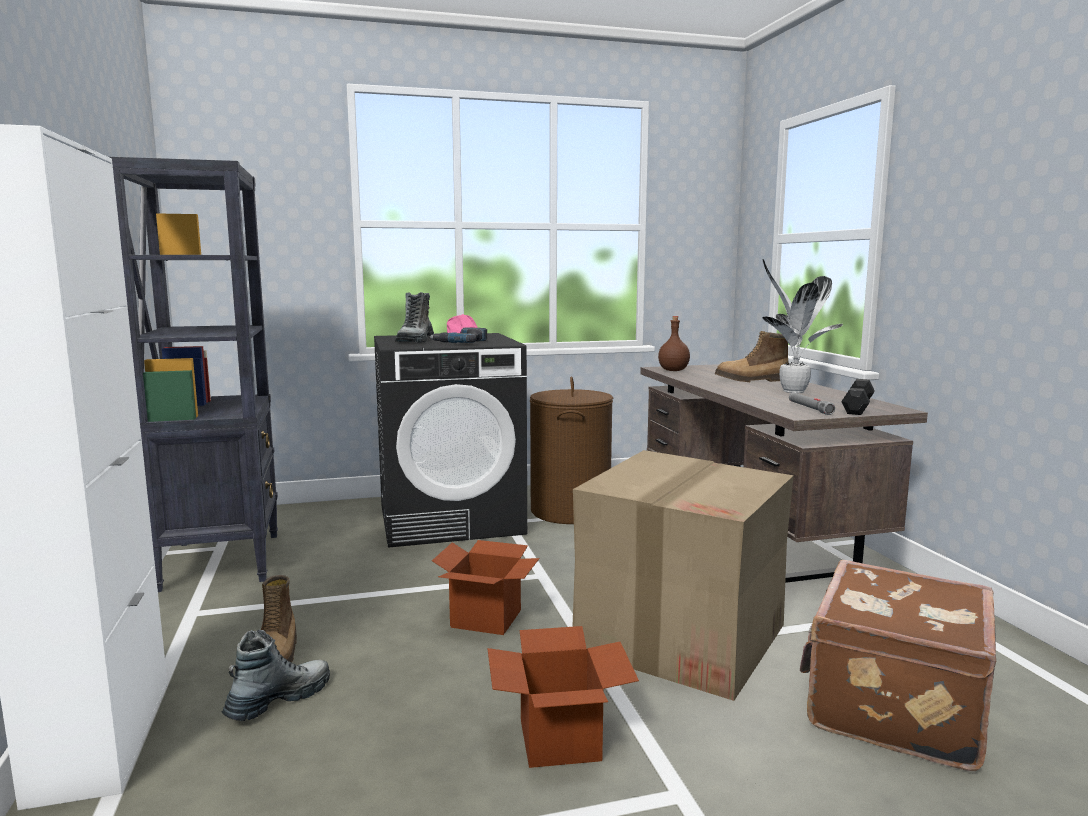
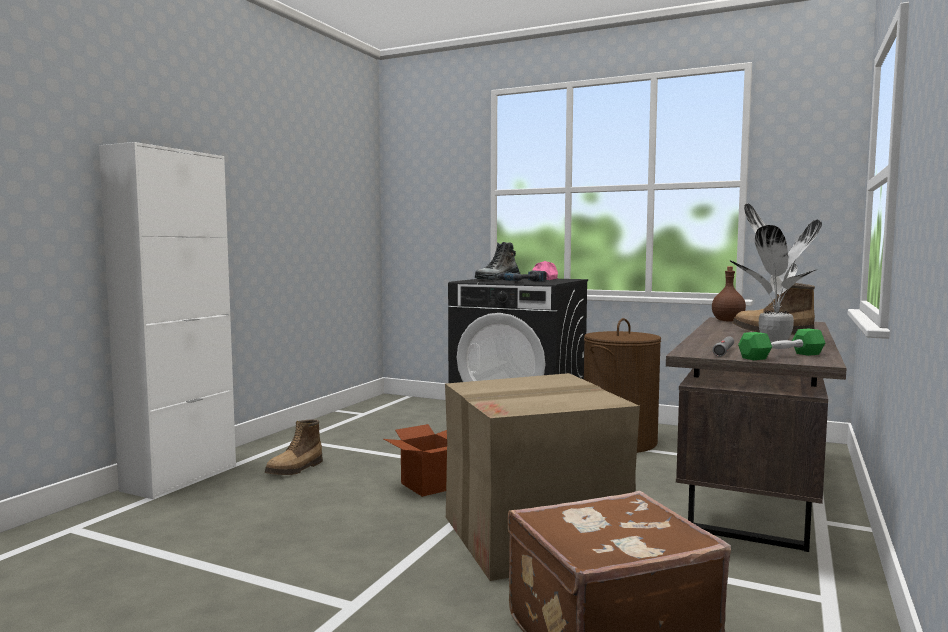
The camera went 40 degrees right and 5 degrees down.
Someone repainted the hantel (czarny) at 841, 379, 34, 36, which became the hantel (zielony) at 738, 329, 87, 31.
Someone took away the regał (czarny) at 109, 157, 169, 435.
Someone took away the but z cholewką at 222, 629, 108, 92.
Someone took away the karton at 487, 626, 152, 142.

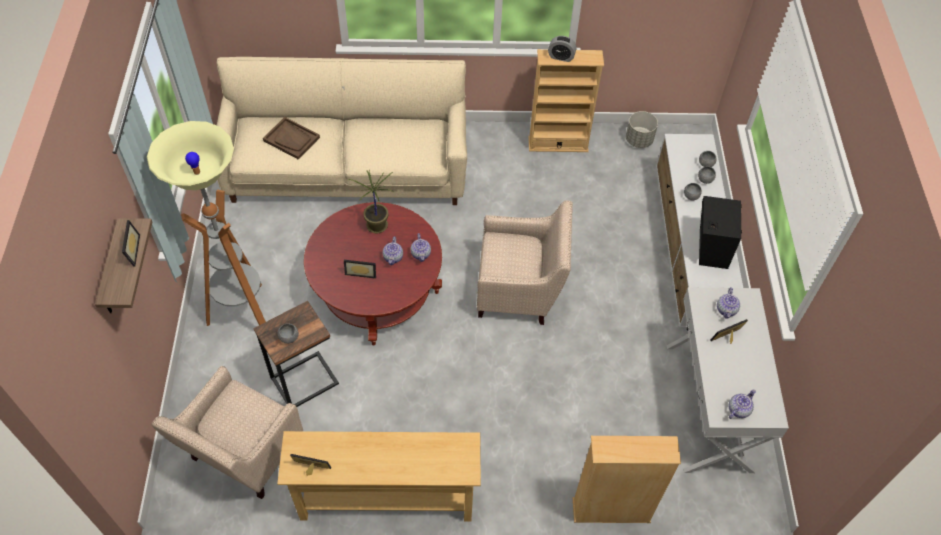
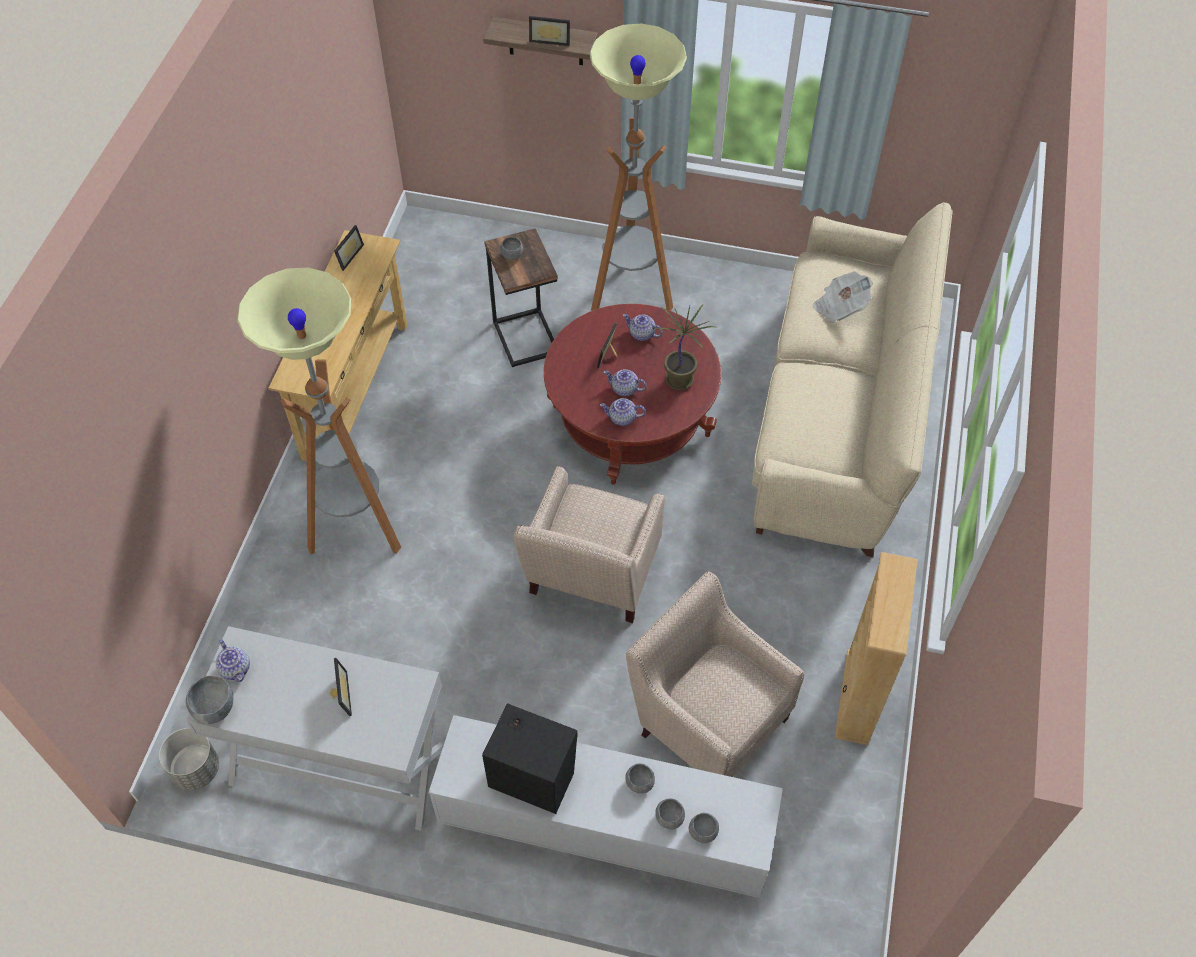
The camera went 105 degrees right and 0 degrees up.
Someone carried the donica (szary) from 626, 111, 32, 37 to 159, 728, 60, 62.
Someone put down the miska (szary) at 186, 676, 47, 48.
Someone put down the lampa stojąca at 237, 267, 164, 287.
Someone carried the imbryk from 717, 287, 23, 32 to 623, 314, 40, 27.
Someone carried the fotel (beżowy) from 152, 366, 151, 133 to 626, 571, 178, 206.
Someone swapped the taca (brązowy) at 263, 117, 57, 43 for the gazeta at 813, 272, 60, 51.
Someone took away the budzik at 548, 36, 29, 26.
Someone took away the regał (beżowy) at 573, 436, 108, 87.

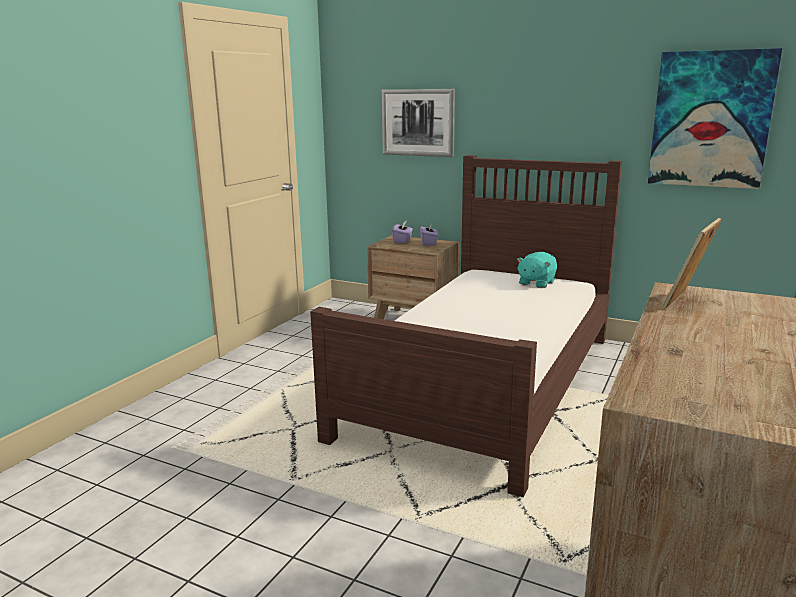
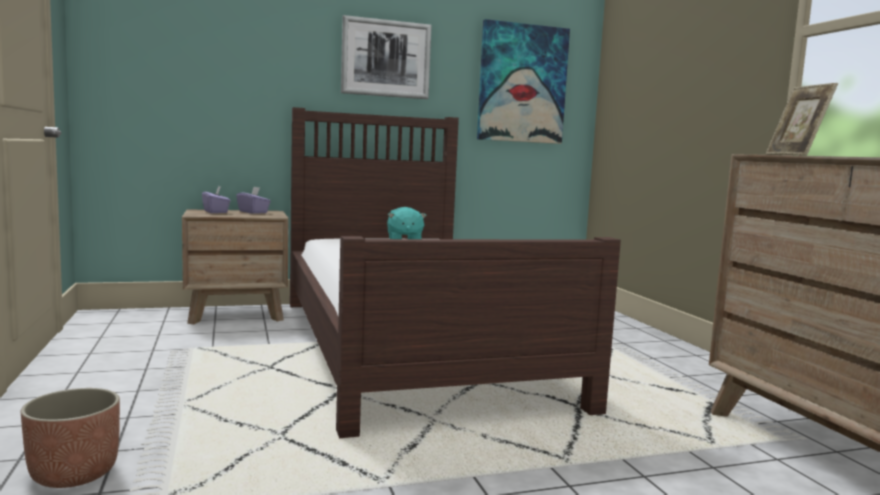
The camera went 45 degrees left and 10 degrees down.
Someone put down the donica at 20, 388, 100, 100.
Someone carried the obraz from 382, 89, 73, 68 to 341, 15, 91, 84.

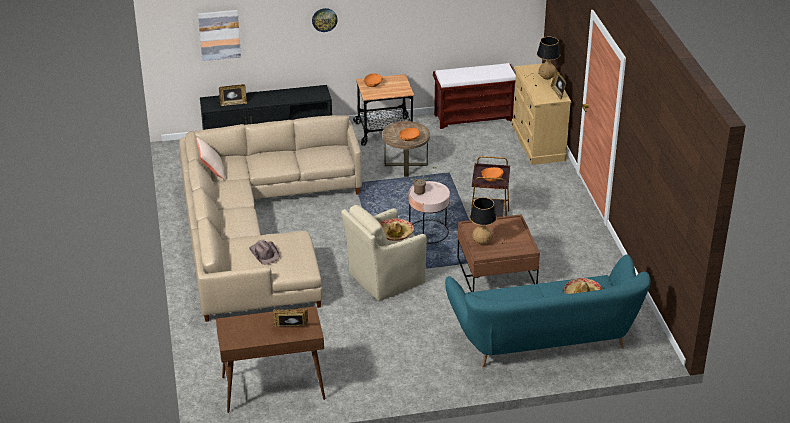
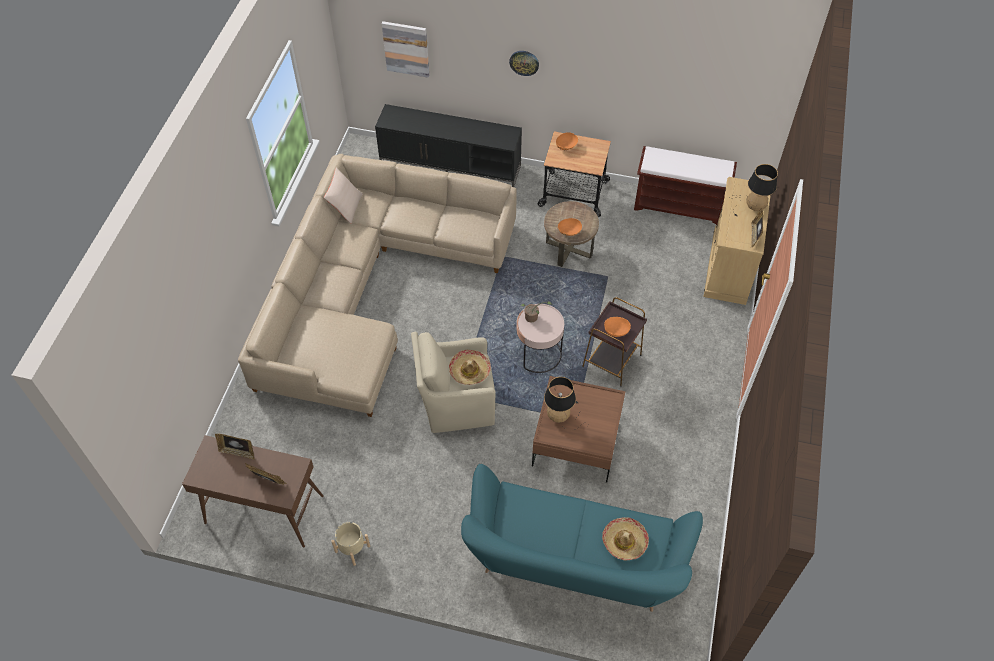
The camera went 25 degrees right and 20 degrees up.
Someone carried the ramka na zdjęcie from 219, 84, 28, 22 to 215, 433, 39, 27.
Someone put down the donica (beżowy) at 331, 522, 39, 44.
Someone took away the kapelusz (brązowy) at 249, 239, 31, 26.

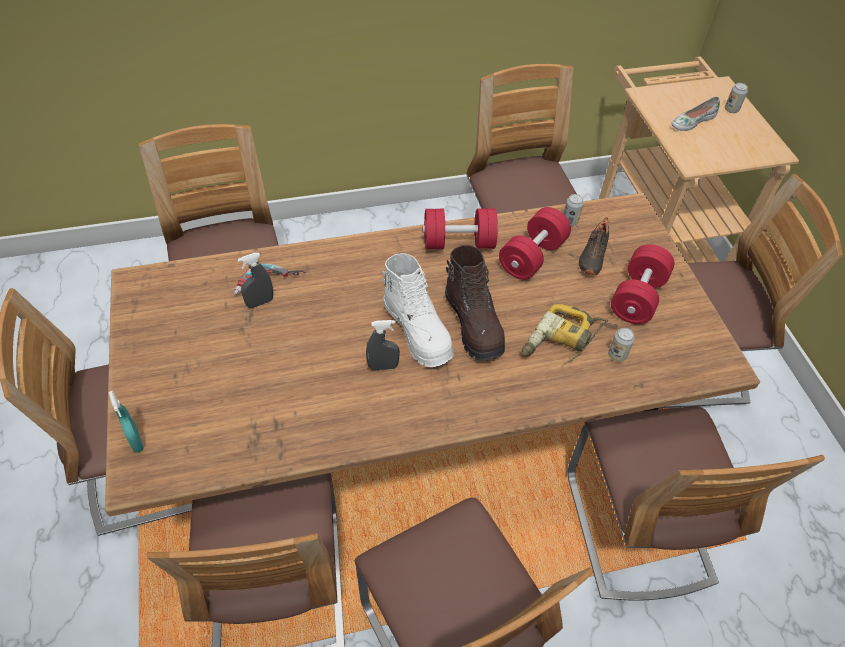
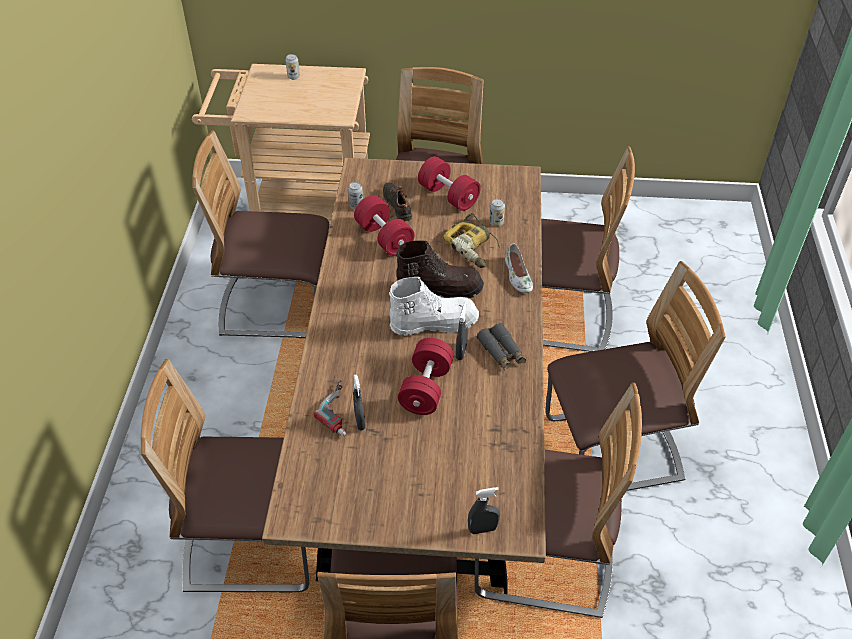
The camera went 70 degrees left and 5 degrees down.
Someone rotated the but (czarny) at 579, 217, 30, 58 by 150 degrees counterclockwise.
Someone carried the hantel (czerwony) from 422, 208, 76, 41 to 398, 338, 56, 77.
Someone repainted the spryskiwacz (turkusowy) at 108, 391, 36, 62, which became the spryskiwacz (szary) at 468, 487, 32, 47.
Someone put down the lornetka (szary) at 477, 323, 49, 48.
Someone carried the but (biały) from 671, 96, 49, 35 to 505, 244, 28, 49.

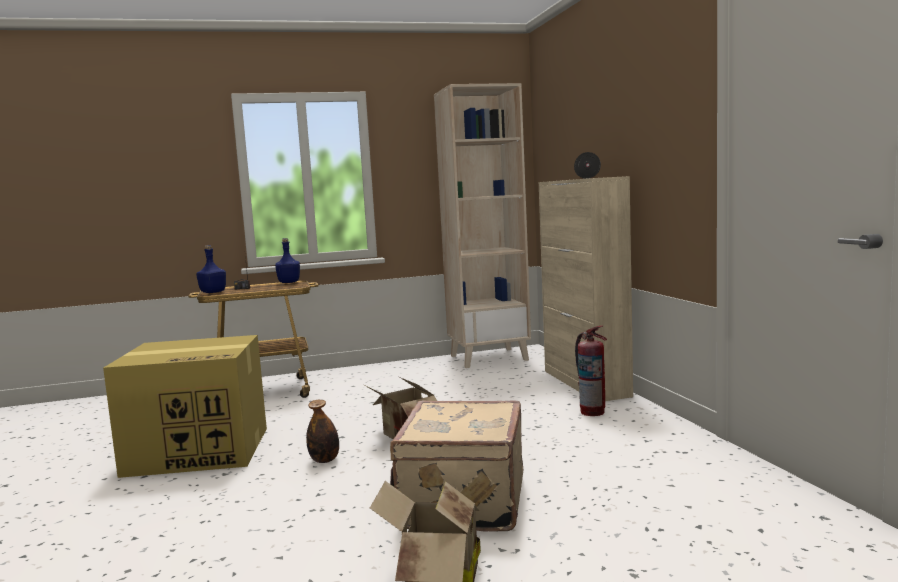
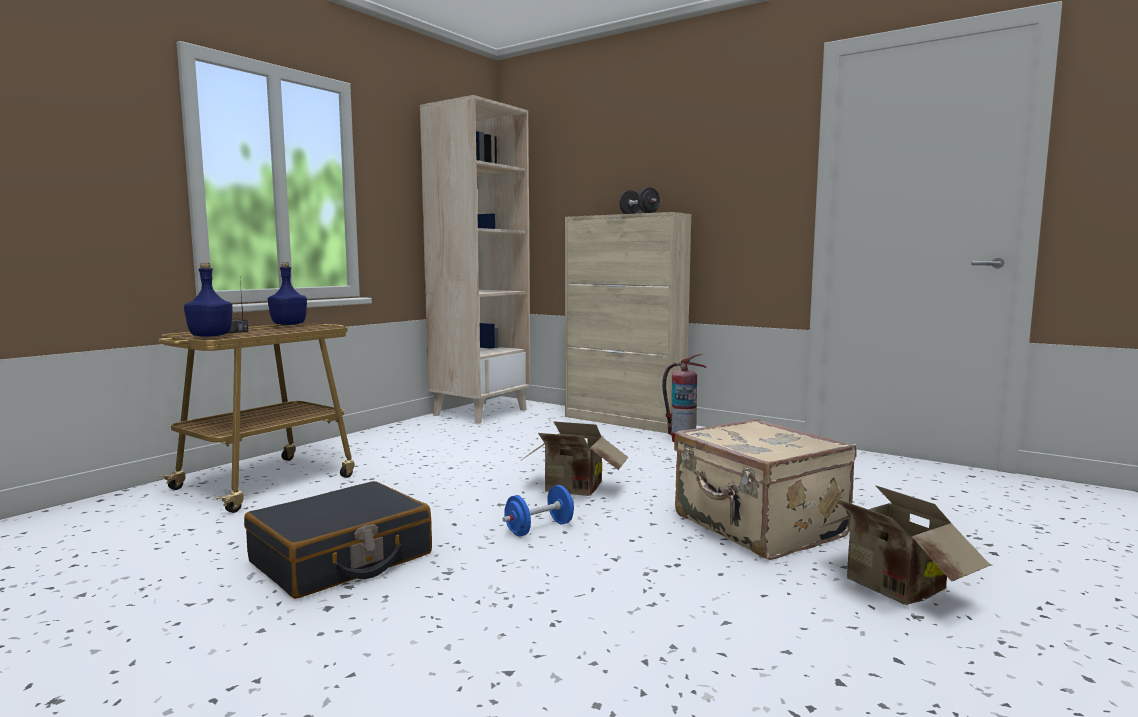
The camera went 40 degrees left and 0 degrees up.
Someone swapped the karton at 103, 335, 164, 143 for the walizka (czarny) at 244, 481, 188, 118.
Someone swapped the butelka at 306, 400, 33, 63 for the hantel (niebieski) at 503, 485, 71, 52.

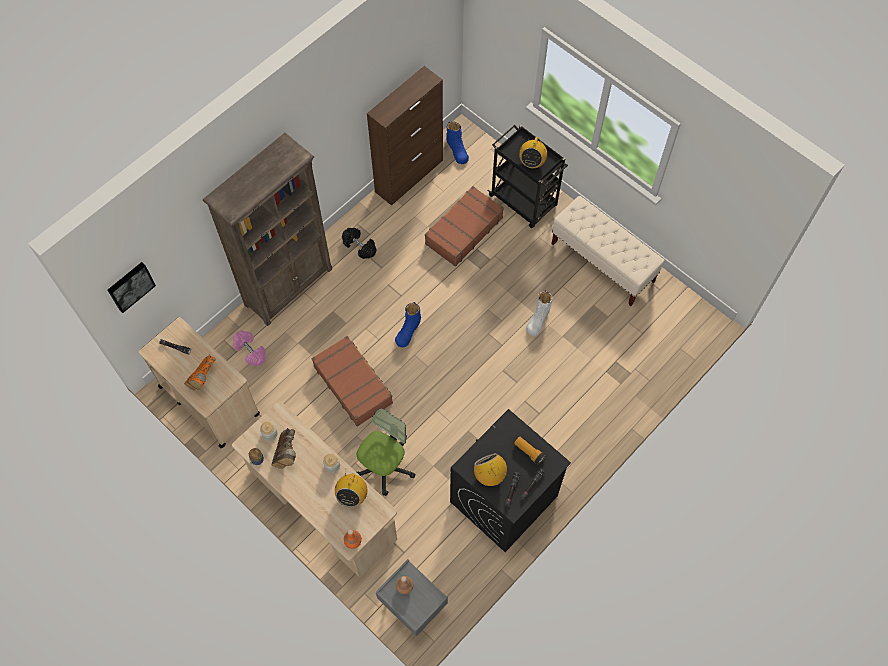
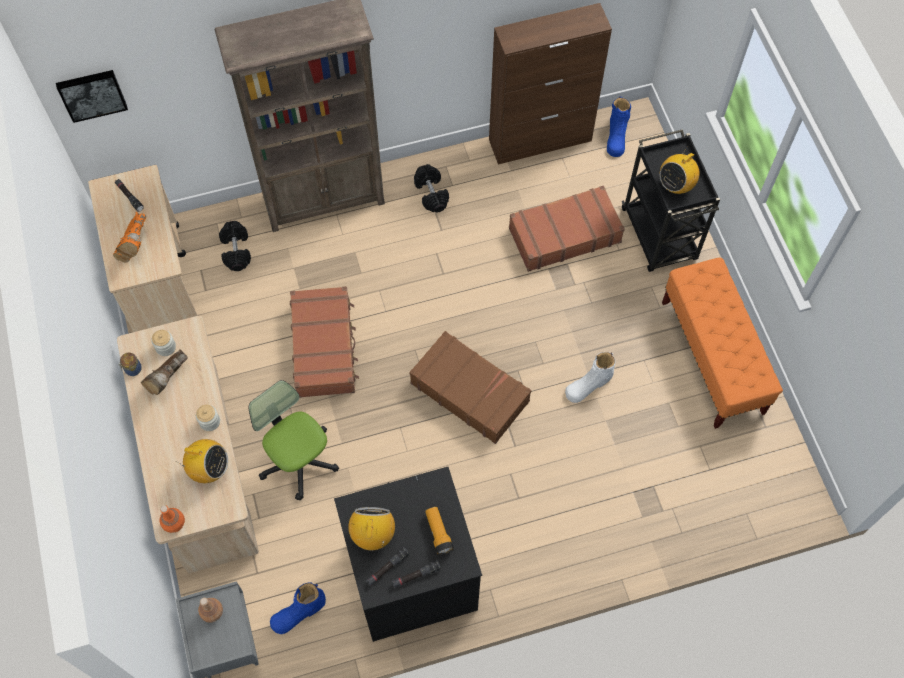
The camera went 30 degrees right and 0 degrees up.
Someone rotated the but z cholewką (pomarańczowy) at 184, 354, 32, 37 by 45 degrees counterclockwise.
Someone rotated the radio at 335, 468, 32, 39 by 120 degrees counterclockwise.
Someone repainted the hantel (różowy) at 233, 331, 33, 35, which became the hantel (czarny) at 219, 221, 32, 50.
Someone rotated the krzesło biurowe at 357, 408, 59, 88 by 105 degrees counterclockwise.
Someone carried the but z cholewką (niebieski) from 395, 302, 26, 45 to 270, 582, 56, 52.
Someone put down the walizka (brązowy) at 409, 331, 123, 113.
Someone repainted the ławka (beżowy) at 551, 196, 114, 110, which became the ławka (pomarańczowy) at 662, 258, 121, 171.

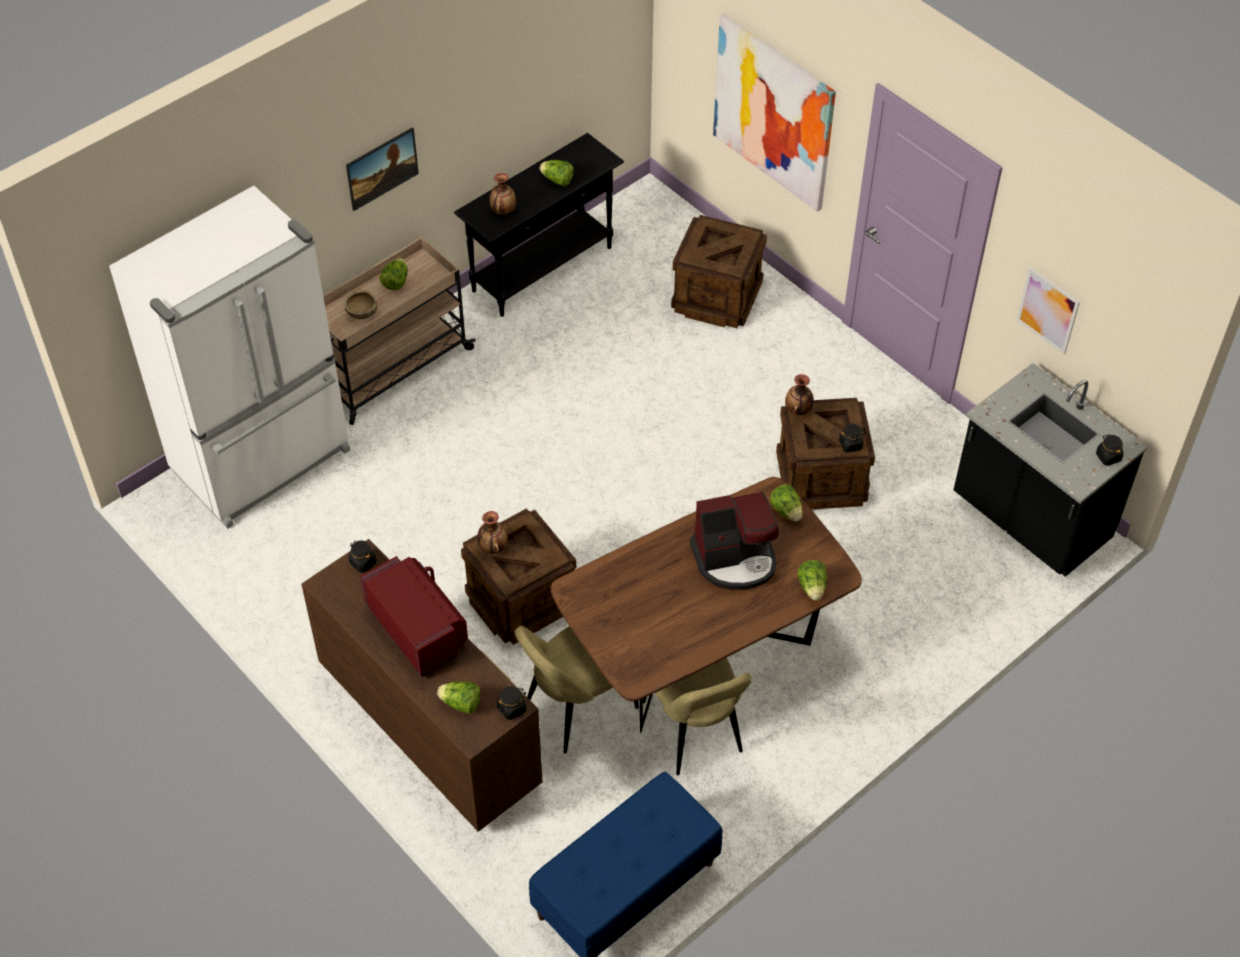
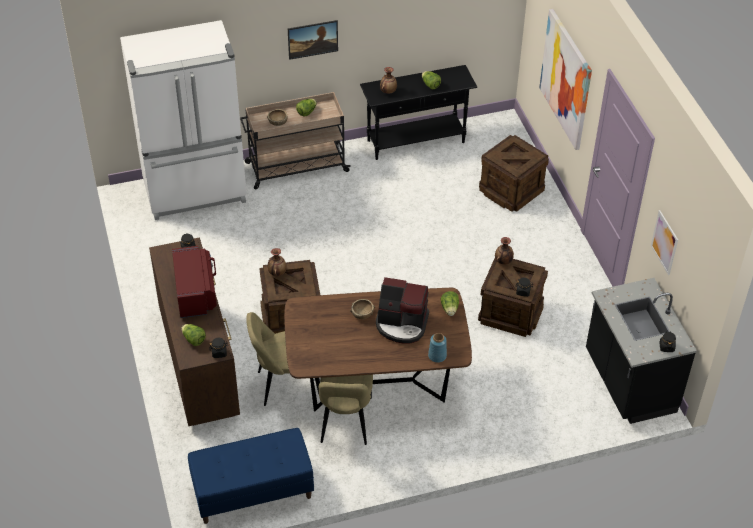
The camera went 25 degrees right and 5 degrees down.
Someone put down the miska (brązowy) at 350, 299, 25, 20.
Someone swapped the sałata at 797, 560, 30, 40 for the wazon (niebieski) at 428, 333, 19, 30.

